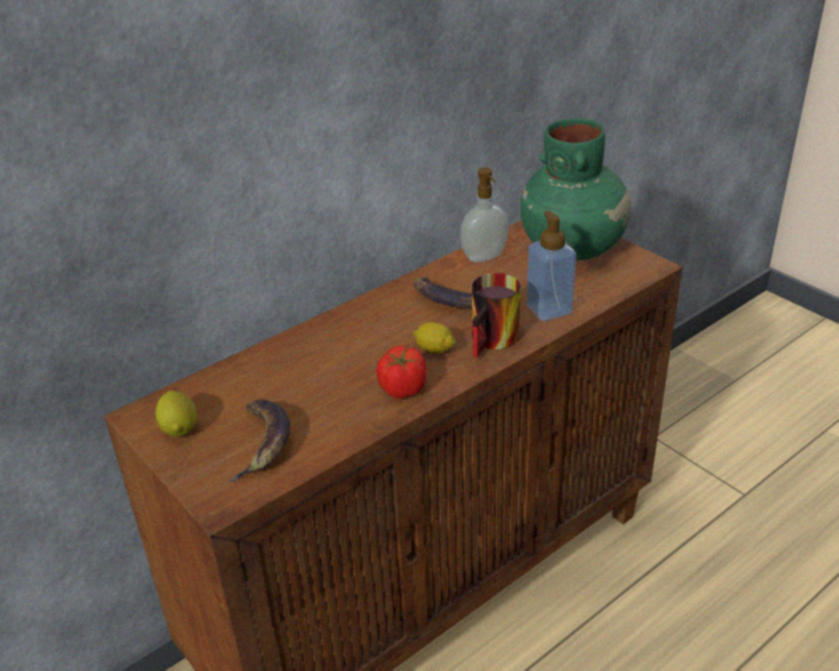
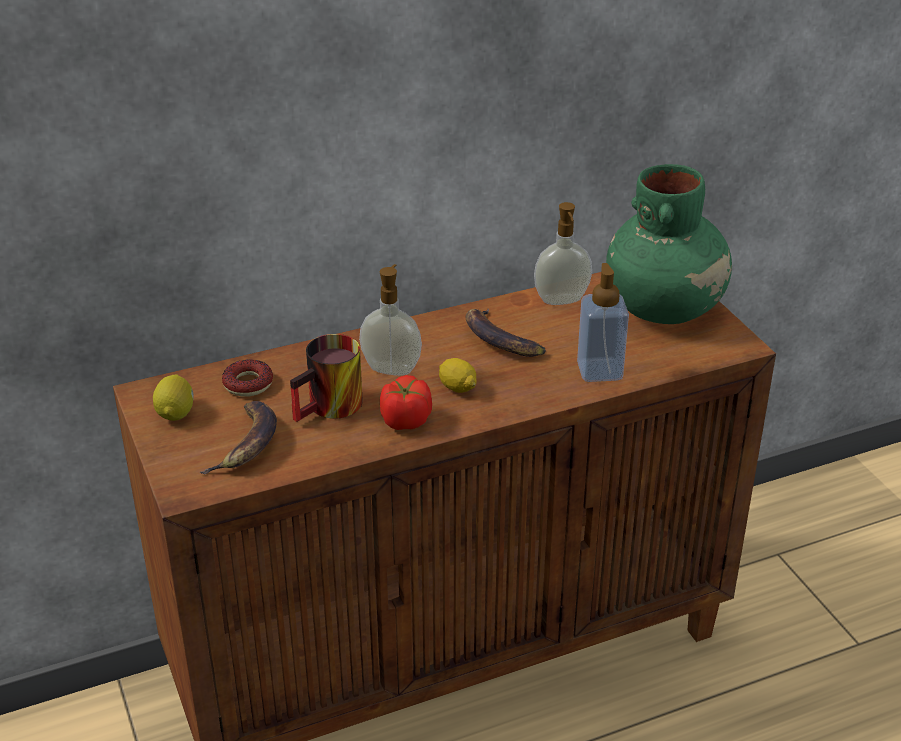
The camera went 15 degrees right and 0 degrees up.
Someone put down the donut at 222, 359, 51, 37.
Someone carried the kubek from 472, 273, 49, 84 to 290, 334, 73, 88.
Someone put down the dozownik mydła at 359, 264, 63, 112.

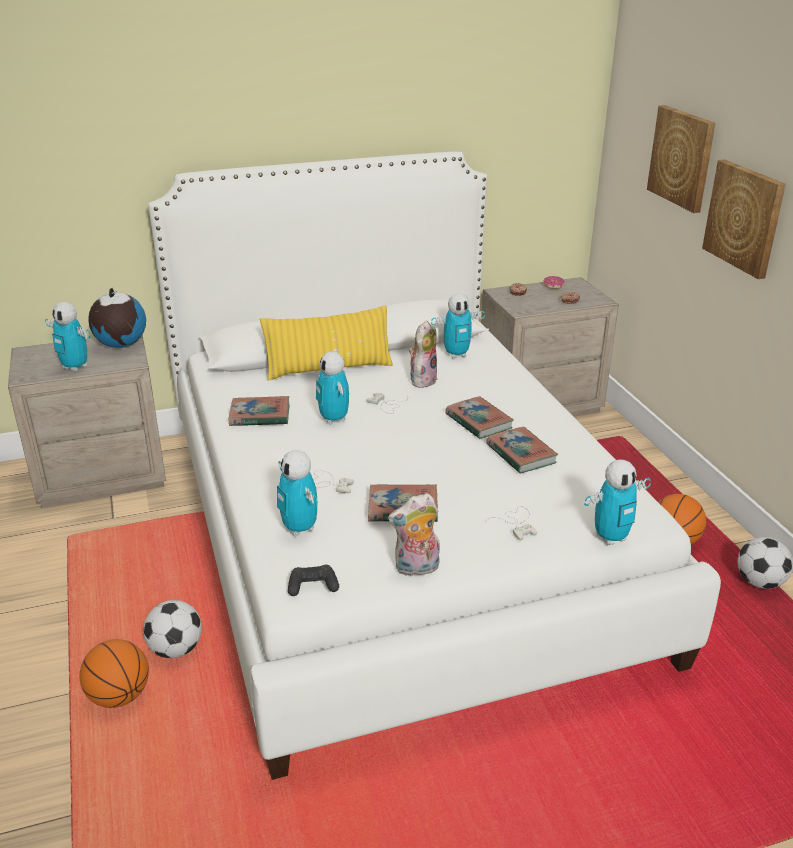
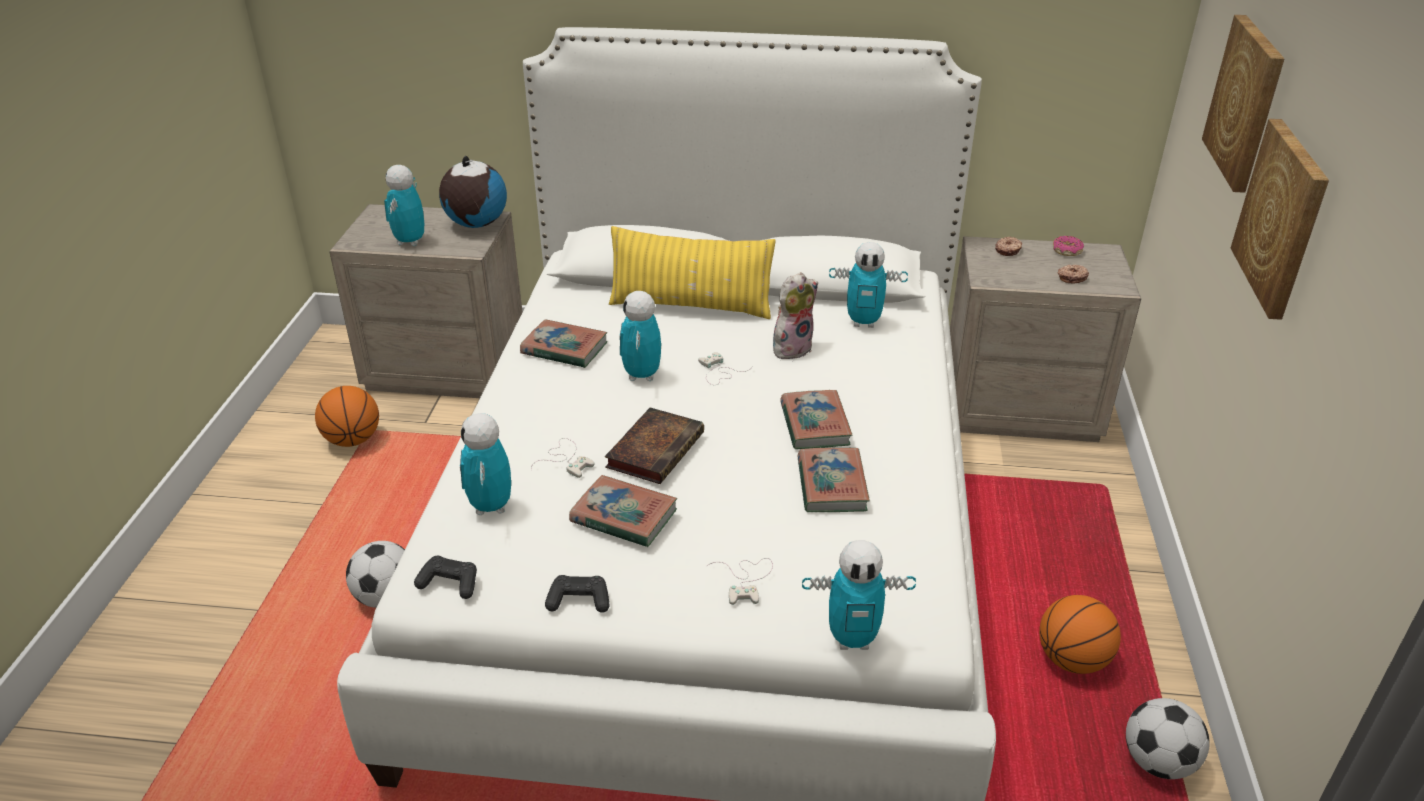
The camera went 25 degrees right and 5 degrees up.
Someone carried the piłka do koszykówki from 80, 639, 69, 69 to 315, 386, 64, 61.
Someone rotated the robot zabawkowy at 45, 302, 45, 70 by 45 degrees clockwise.
Someone swapped the pluszak at 388, 493, 52, 84 for the pad do gier (czarny) at 545, 575, 65, 38.
Someone put down the książka at 605, 407, 99, 77.

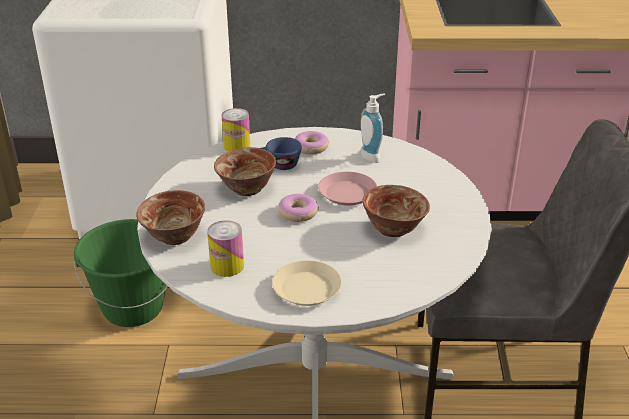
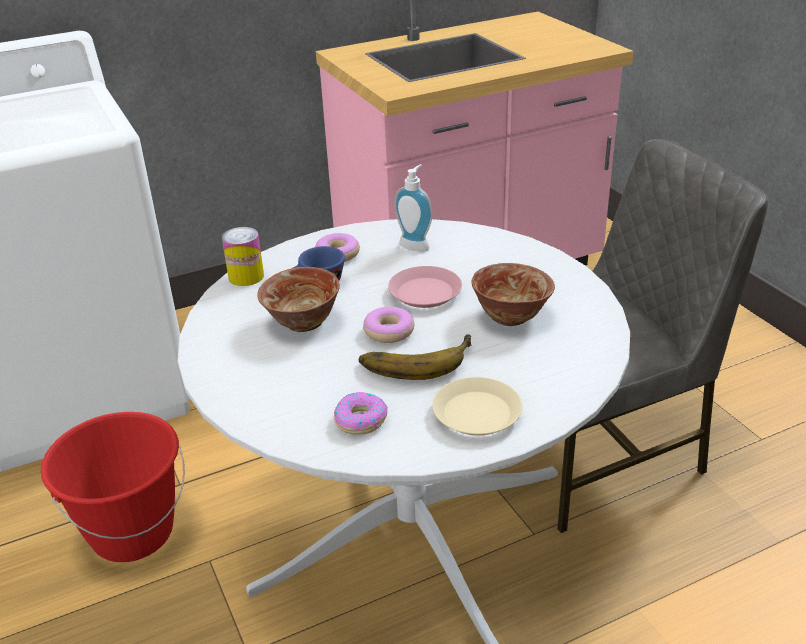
The camera went 25 degrees left and 0 degrees up.
Someone repainted the wiadro (zielony) at 74, 219, 94, 108, which became the wiadro (czerwony) at 41, 412, 144, 150.
Someone swapped the puszka at 207, 220, 37, 57 for the donut at 334, 392, 54, 43.
Someone put down the banan at 359, 334, 113, 46.
Someone took away the miska at 136, 190, 69, 55.

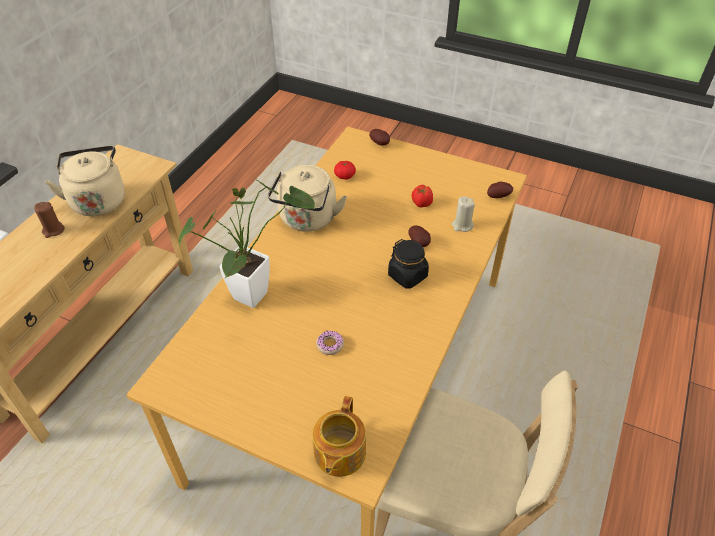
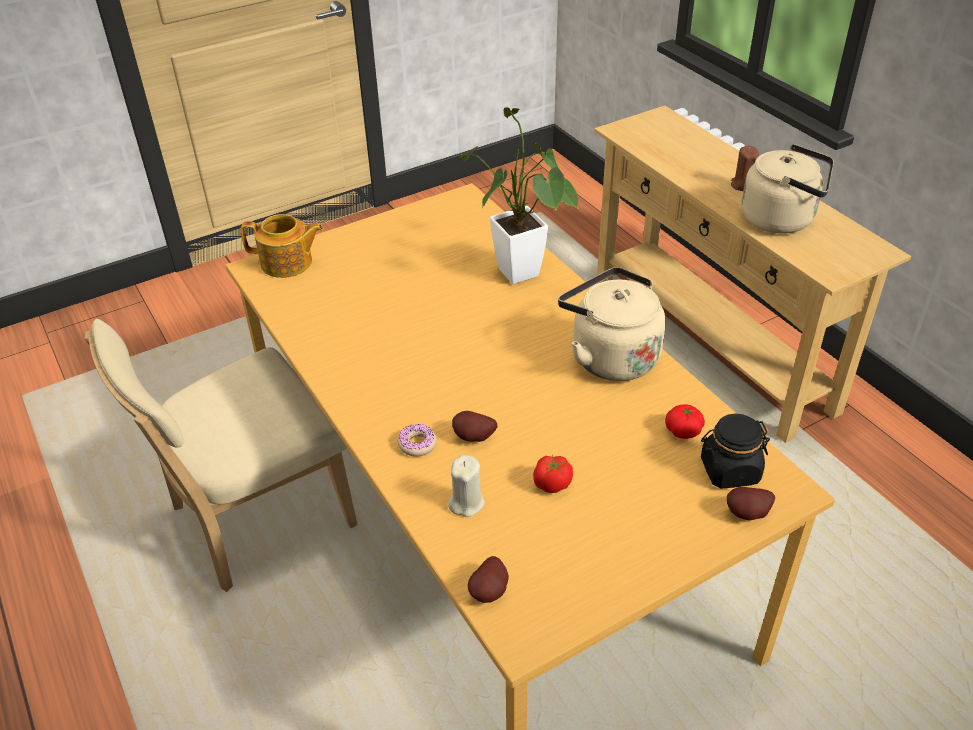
The camera went 125 degrees right and 5 degrees down.
Someone rotated the imbryk at 312, 396, 54, 81 by 135 degrees clockwise.
Someone carried the donut from 316, 330, 28, 25 to 398, 424, 39, 32.
Someone carried the słoik (czarny) from 388, 239, 41, 50 to 701, 414, 69, 74.

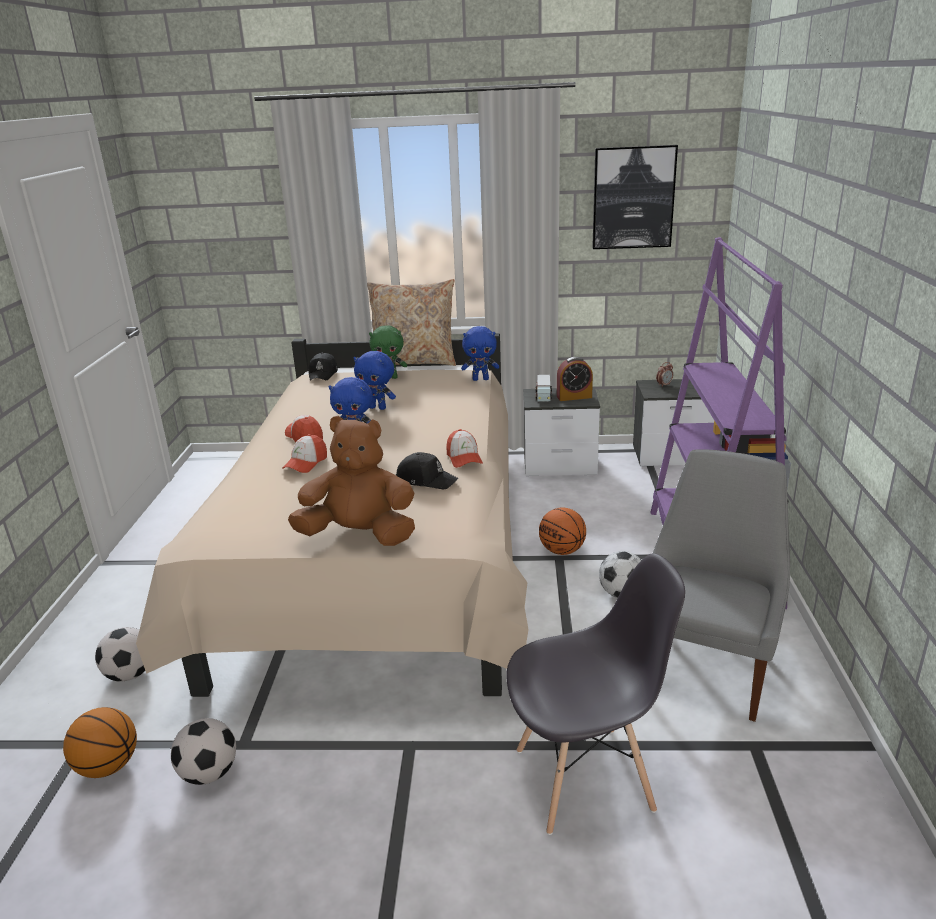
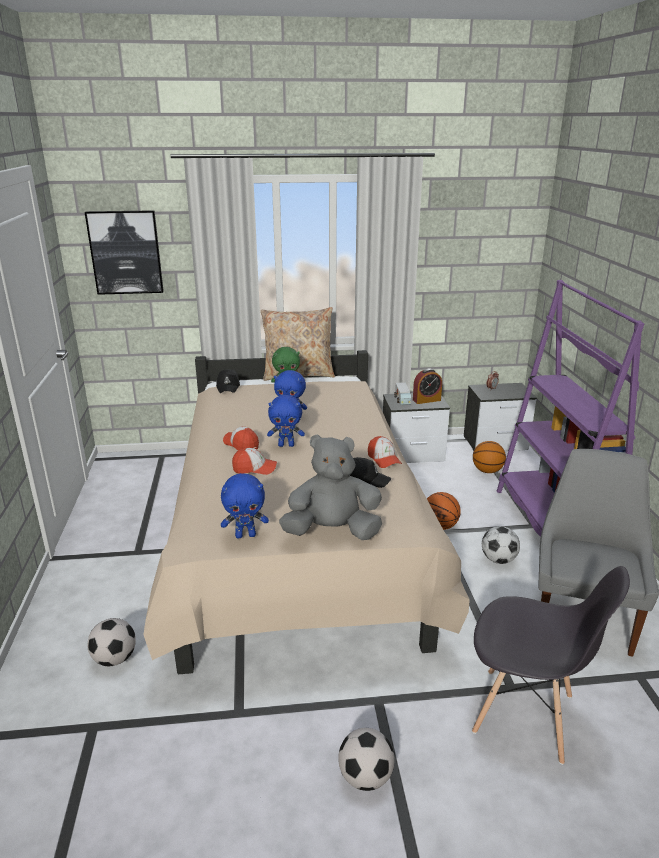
The camera went 10 degrees left and 0 degrees up.
Someone carried the obraz from 592, 145, 86, 104 to 85, 210, 79, 85.
Someone carried the pluszak (niebieski) from 461, 326, 38, 55 to 221, 473, 48, 66.
Someone rotated the czapka z daszkiem at 282, 434, 45, 39 by 105 degrees counterclockwise.
Someone repainted the pluszak (brązowy) at 288, 416, 127, 130, which became the pluszak (szary) at 279, 434, 103, 106.
Someone carried the piłka futbolowa from 171, 718, 65, 67 to 338, 728, 57, 63.
Someone rotated the krzesło (szary) at 506, 553, 179, 282 by 45 degrees clockwise.
Someone carried the piłka do koszykówki from 63, 707, 74, 71 to 473, 441, 33, 32.

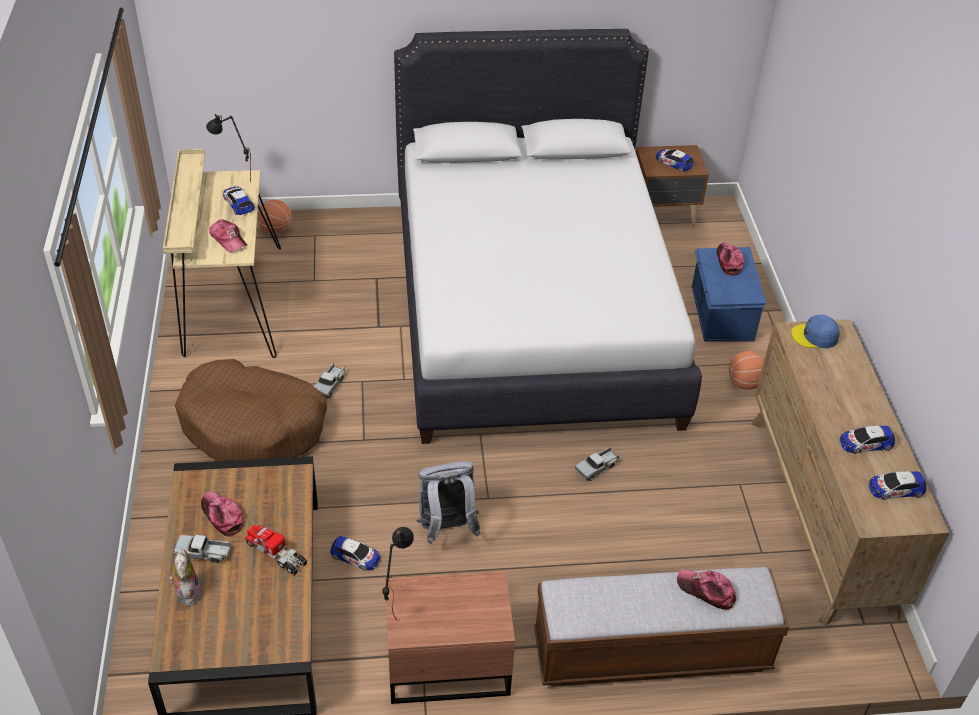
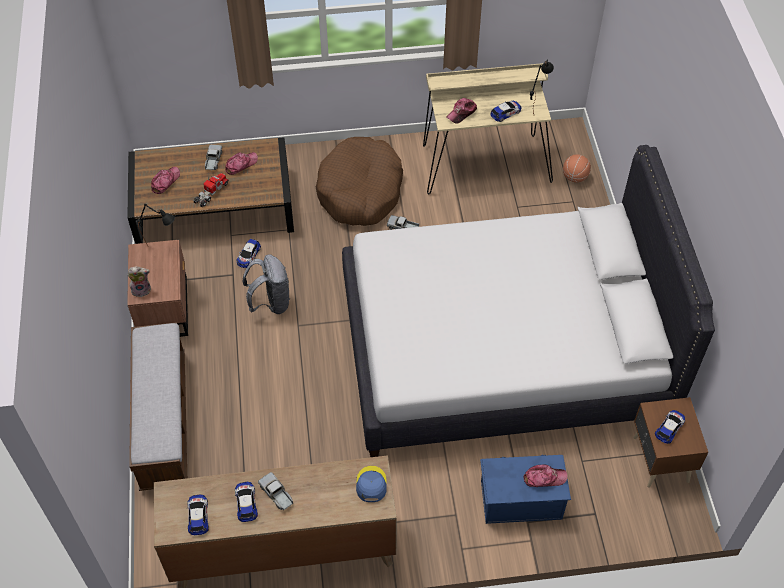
The camera went 90 degrees right and 10 degrees up.
Someone carried the pluszak from 169, 548, 33, 58 to 127, 266, 24, 31.
Someone carried the czapka z daszkiem from 677, 569, 59, 41 to 151, 167, 29, 27.
Someone carried the ciężarówka zabawkowa from 575, 447, 44, 34 to 258, 472, 35, 39.
Someone took away the piłka do koszykówki at 729, 351, 35, 39.

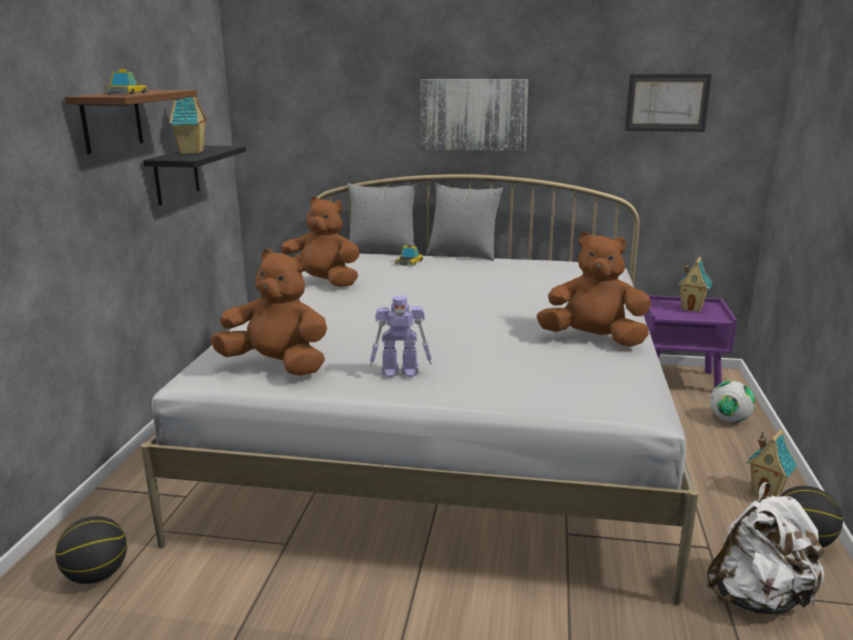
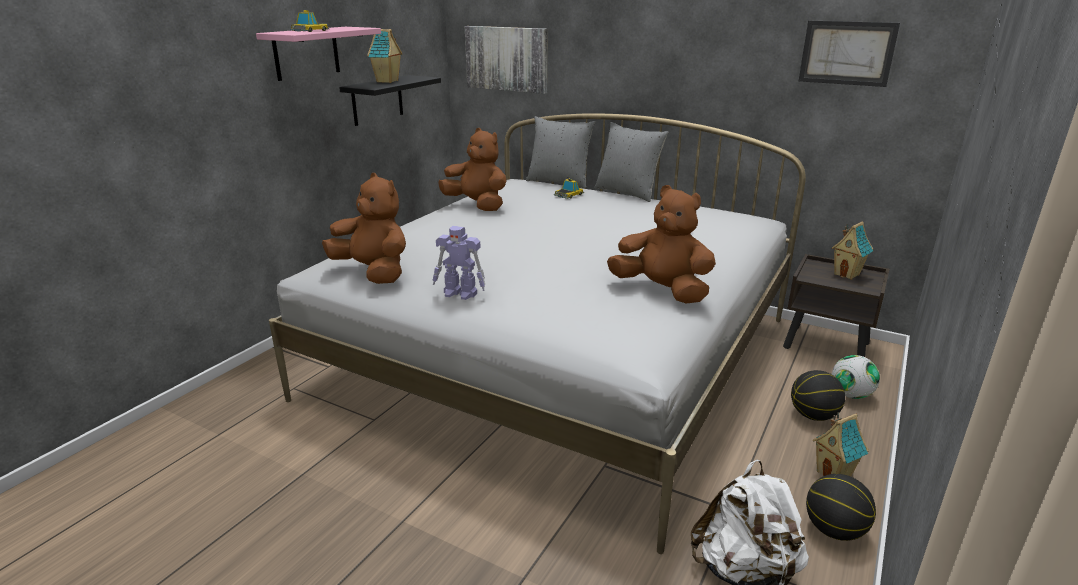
The camera went 20 degrees right and 5 degrees up.
Someone repainted the półka (brązowy) at 64, 90, 133, 64, which became the półka (różowy) at 256, 27, 125, 54.
Someone carried the obraz from 420, 79, 109, 73 to 465, 26, 82, 68.
Someone repainted the szafka nocna (fioletowy) at 644, 295, 93, 93, which became the szafka nocna (brązowy) at 783, 254, 107, 103.
Someone carried the piłka do koszykówki from 55, 516, 72, 68 to 791, 370, 54, 51.

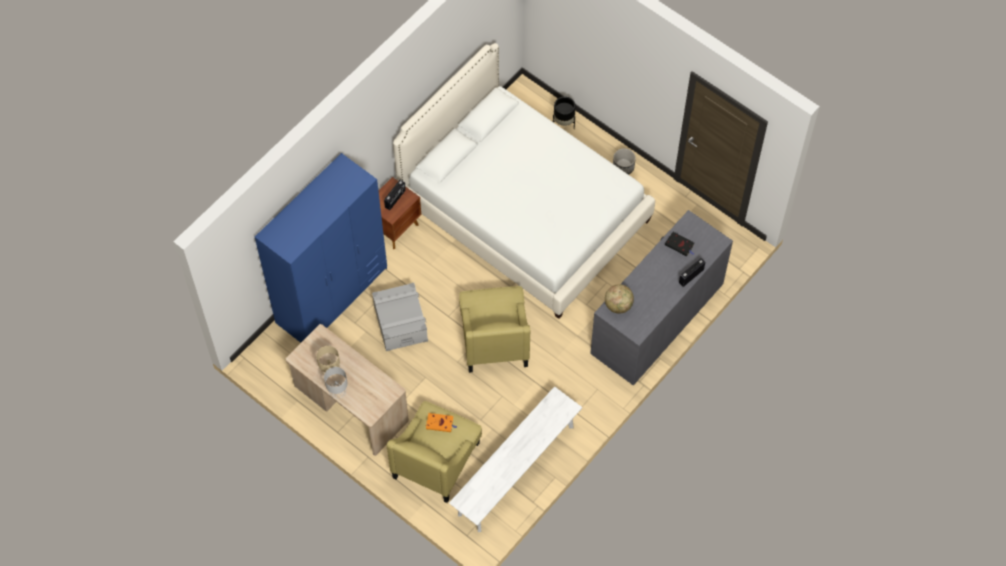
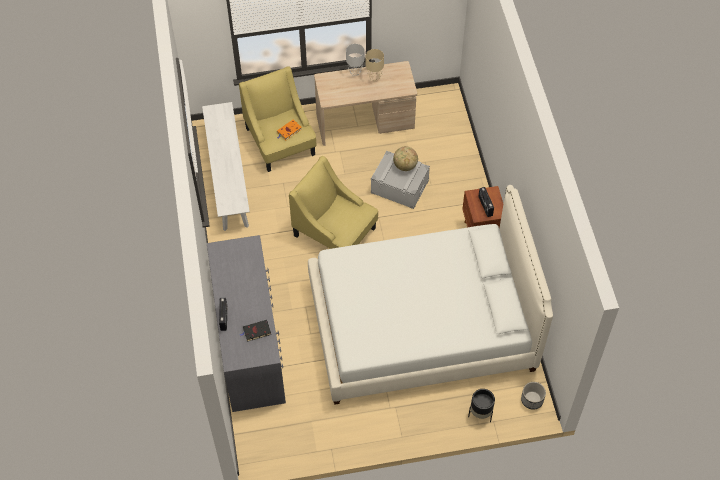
The camera went 130 degrees right and 5 degrees down.
Someone carried the globus from 605, 284, 29, 30 to 393, 146, 25, 25.
Someone carried the donica from 613, 148, 23, 27 to 521, 382, 25, 28.
Someone took away the szafa (niebieski) at 255, 153, 132, 190.

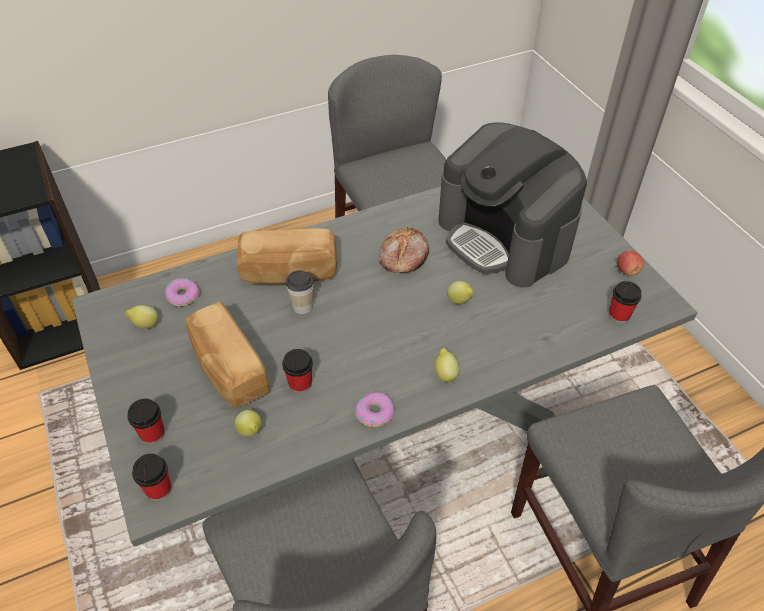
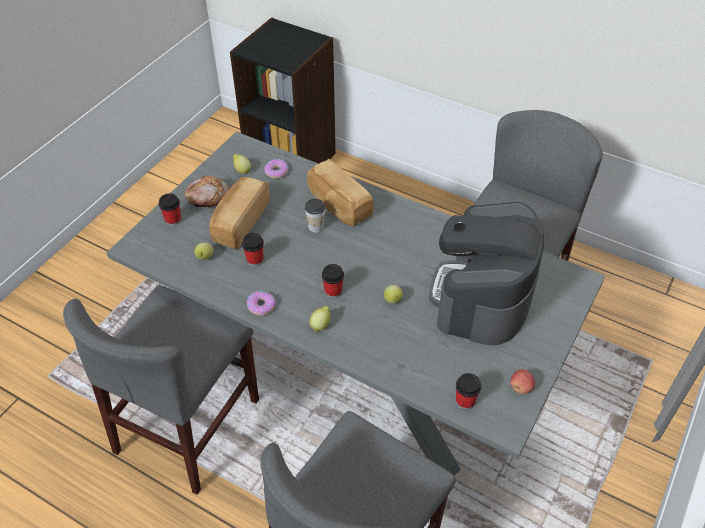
The camera went 55 degrees right and 0 degrees up.
Someone carried the chleb from 379, 227, 50, 46 to 185, 175, 45, 32.
Someone carried the filiżanka from 132, 454, 40, 47 to 322, 264, 22, 34.

